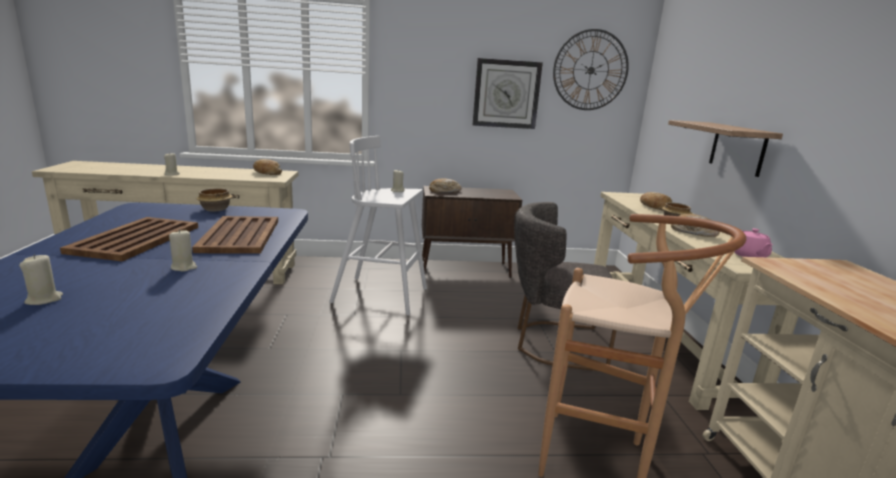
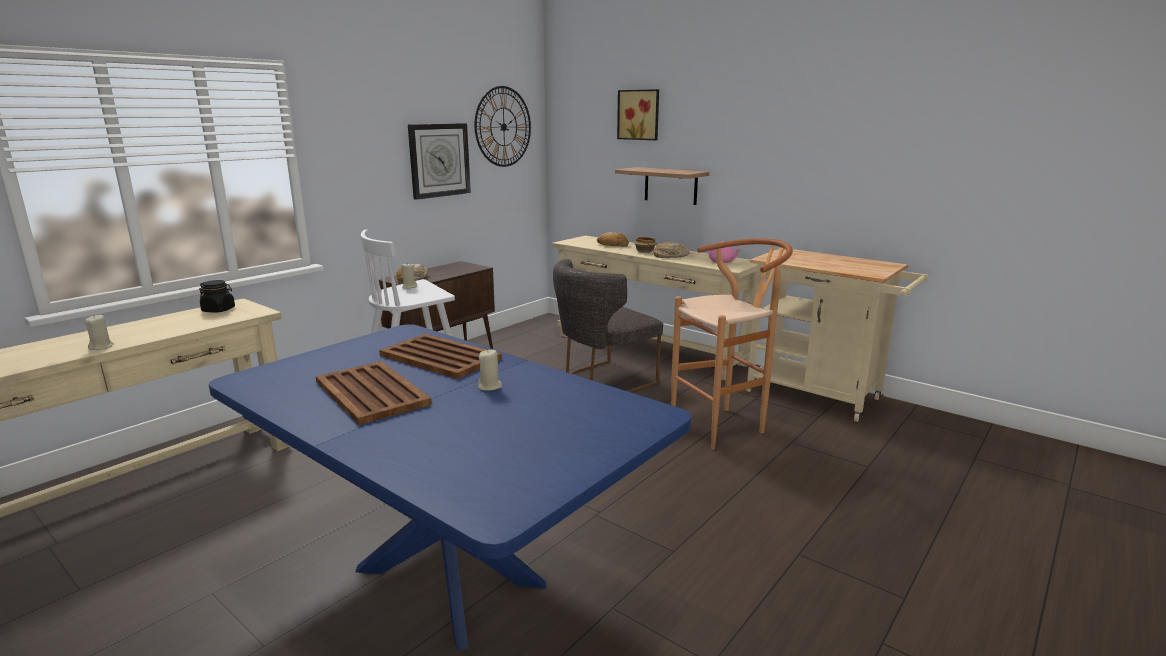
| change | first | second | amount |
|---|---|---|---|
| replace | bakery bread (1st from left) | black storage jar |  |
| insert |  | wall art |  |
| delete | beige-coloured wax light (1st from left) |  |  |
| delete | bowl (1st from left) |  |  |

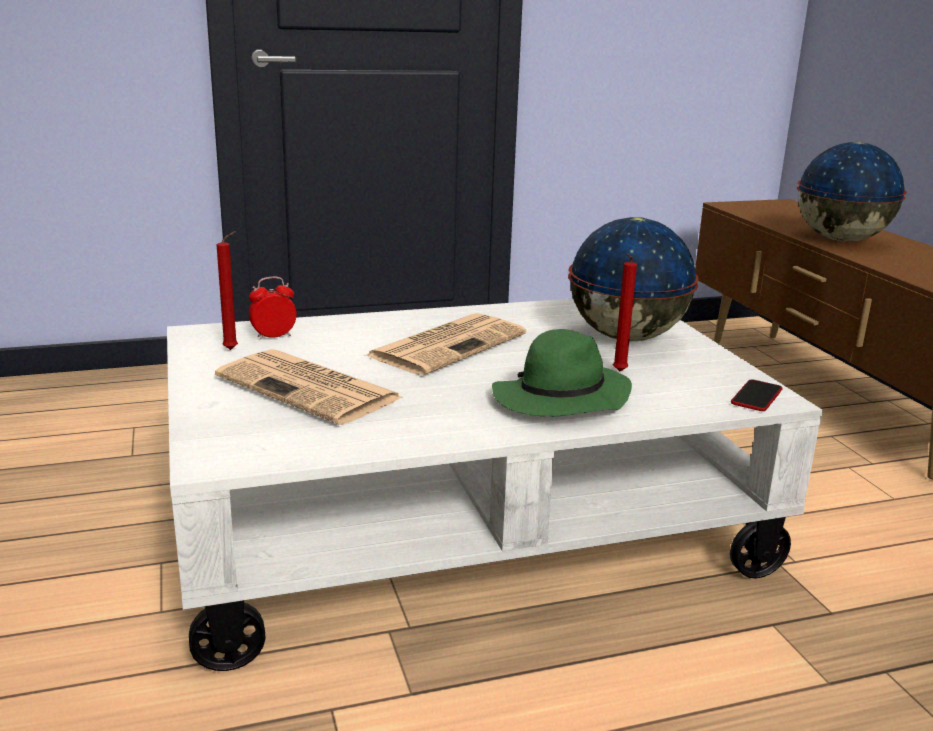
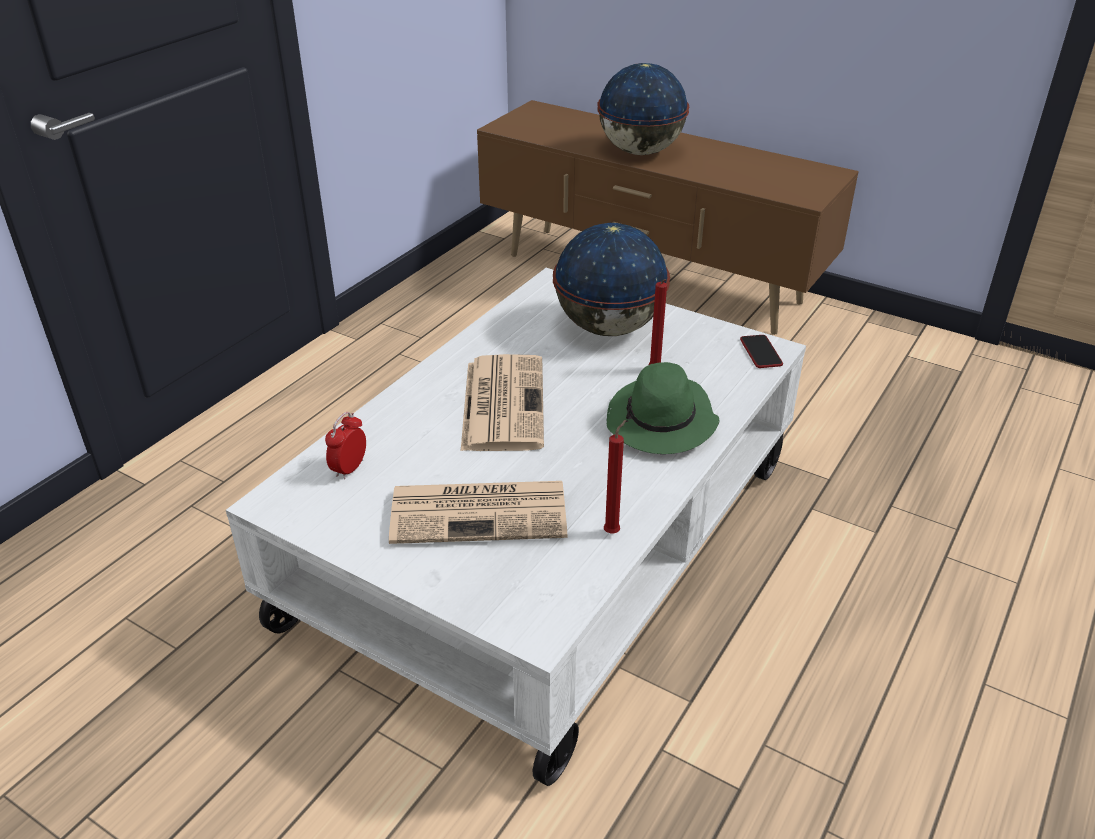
| change | first | second | amount |
|---|---|---|---|
| move | red wax light (1st from left) |  |  |

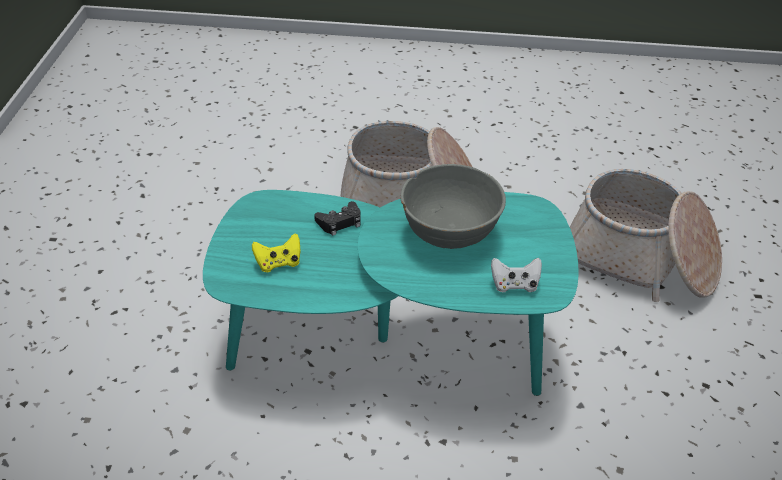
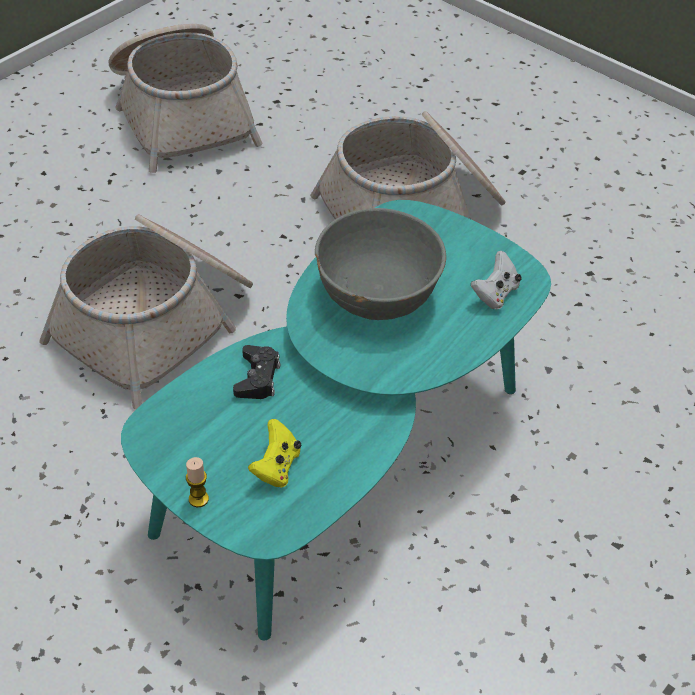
| change | first | second | amount |
|---|---|---|---|
| insert |  | storage basket (2nd from left) |  |
| insert |  | wax light |  |

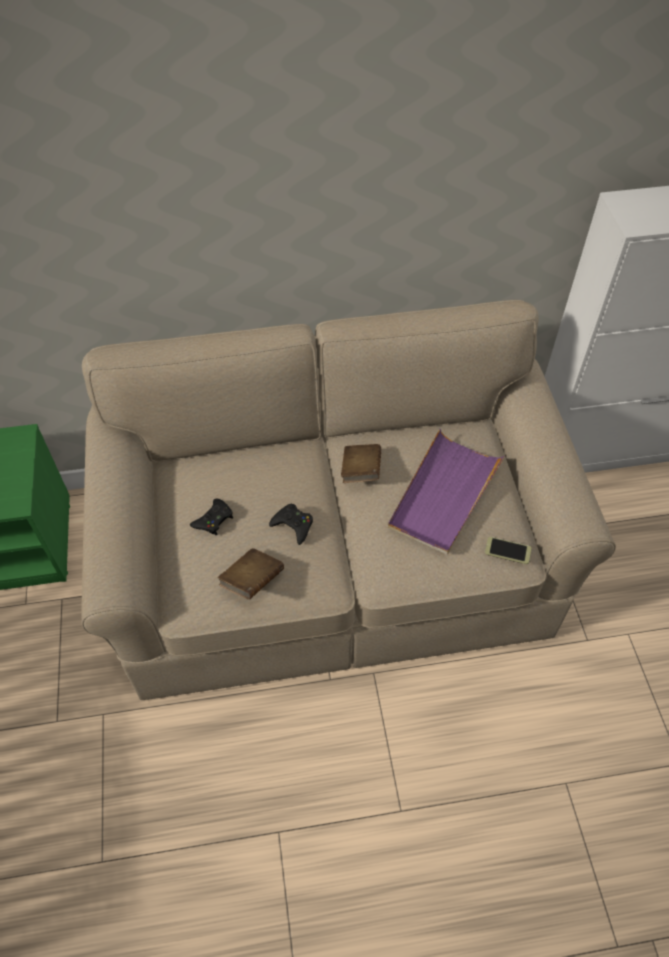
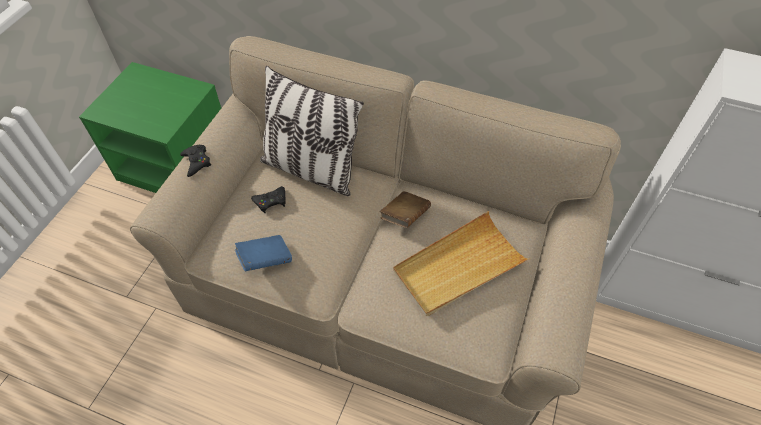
| change | first | second | amount |
|---|---|---|---|
| move | black game controller (2nd from left in the first image) | black game controller (1st from left) |  |
| recolor | brown-coloured book (1st from left) | bluish book |  |
| insert |  | throw pillow |  |
| recolor | purple-coloured carrying tray | beige-coloured carrying tray |  |
| delete | phone |  |  |

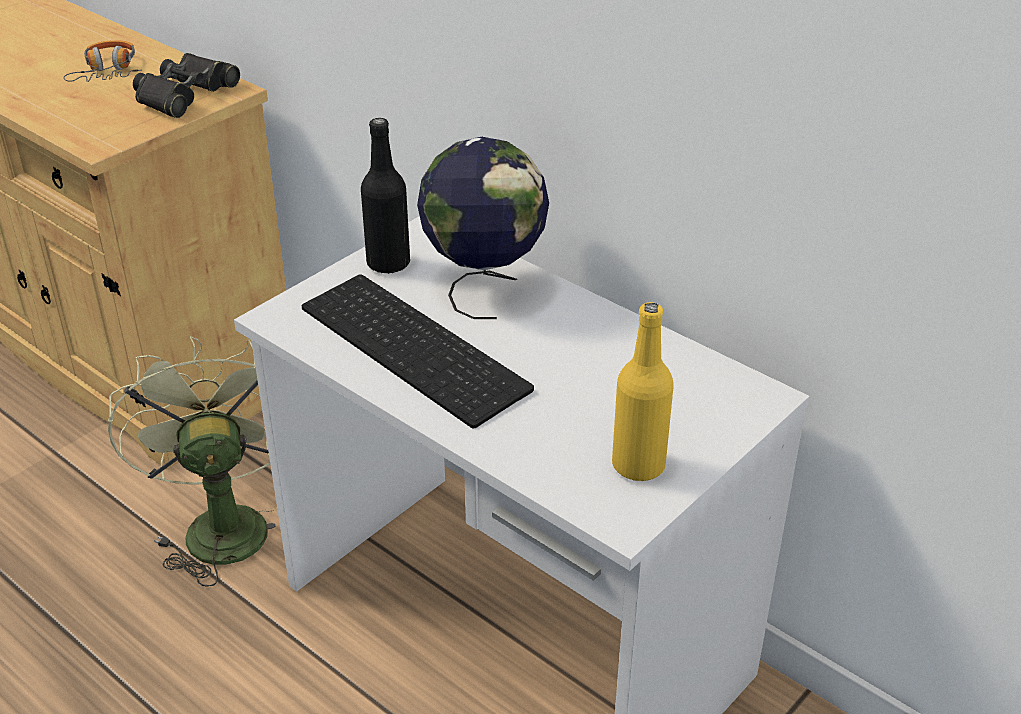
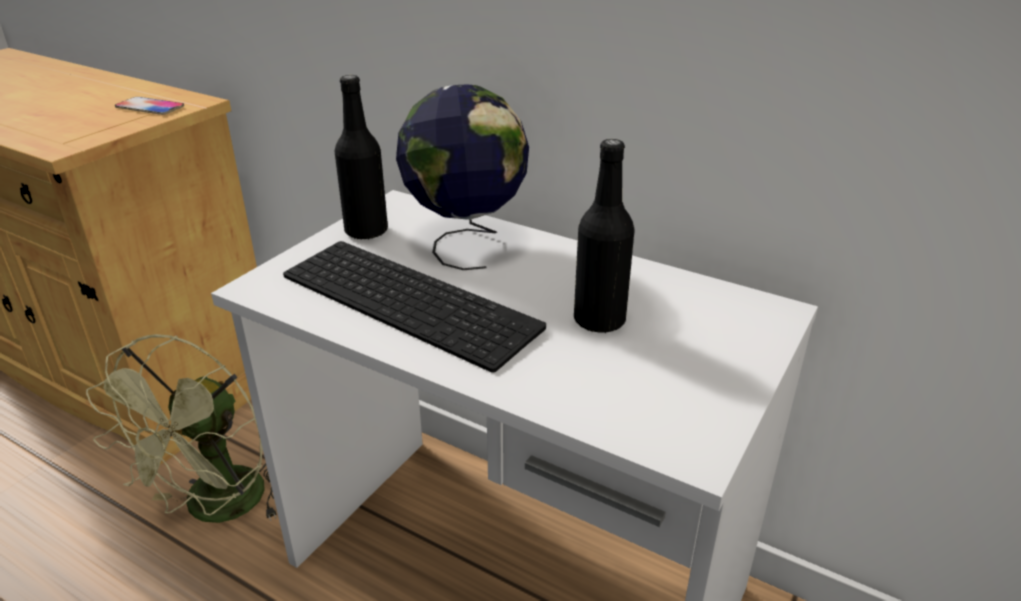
| change | first | second | amount |
|---|---|---|---|
| rotate | green-coloured cooling fan |  | 135 degrees counterclockwise |
| replace | black pair of binoculars | phone |  |
| insert |  | black beverage bottle (2nd from left) |  |
| delete | pair of headphones |  |  |
| delete | yellowish beverage bottle |  |  |

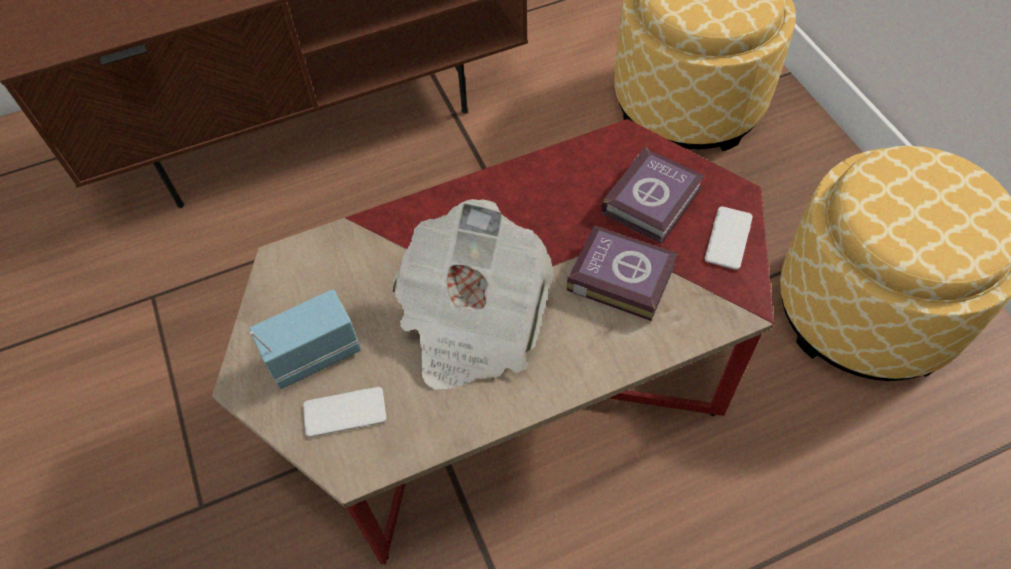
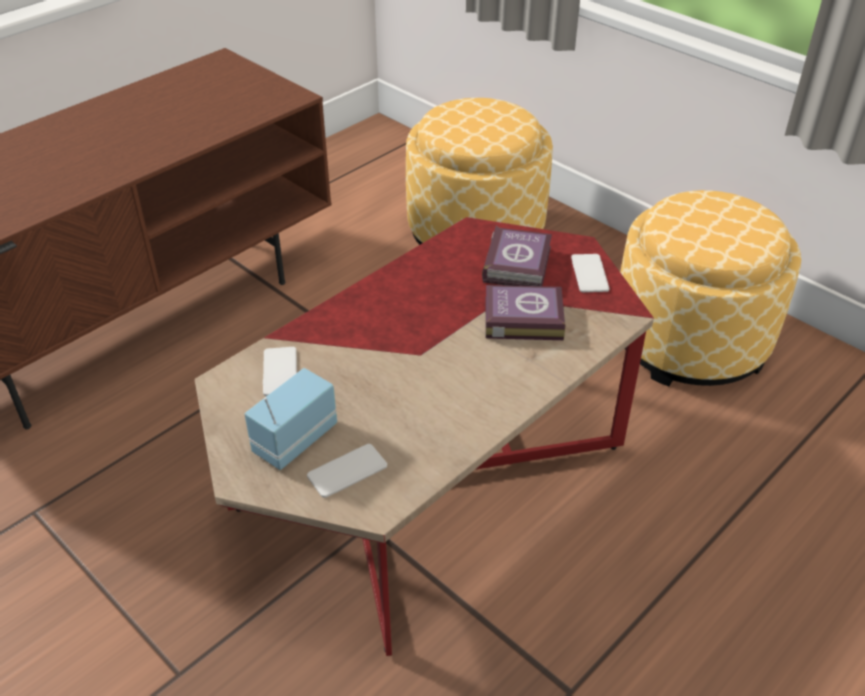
| change | first | second | amount |
|---|---|---|---|
| insert |  | phone (1st from left) |  |
| delete | daily paper |  |  |

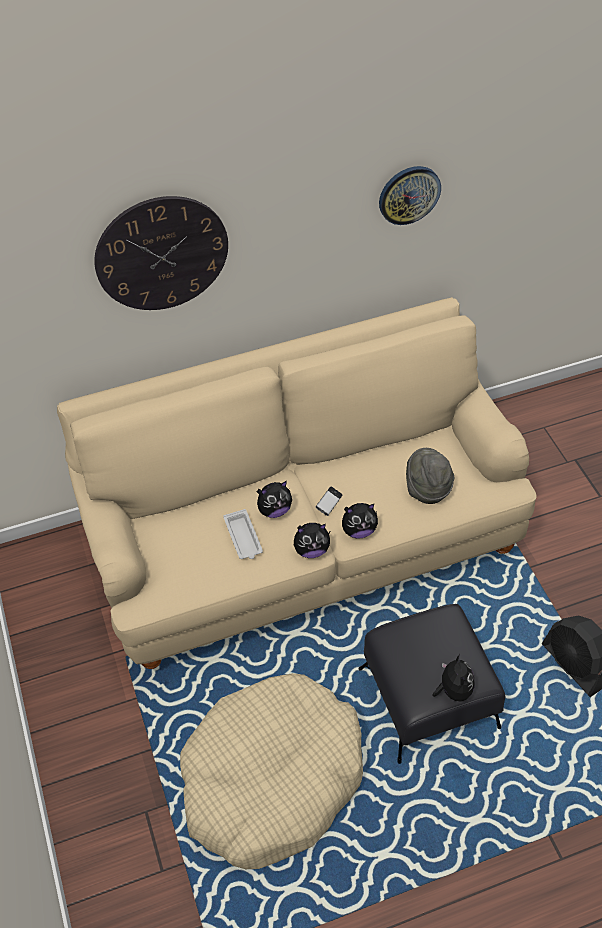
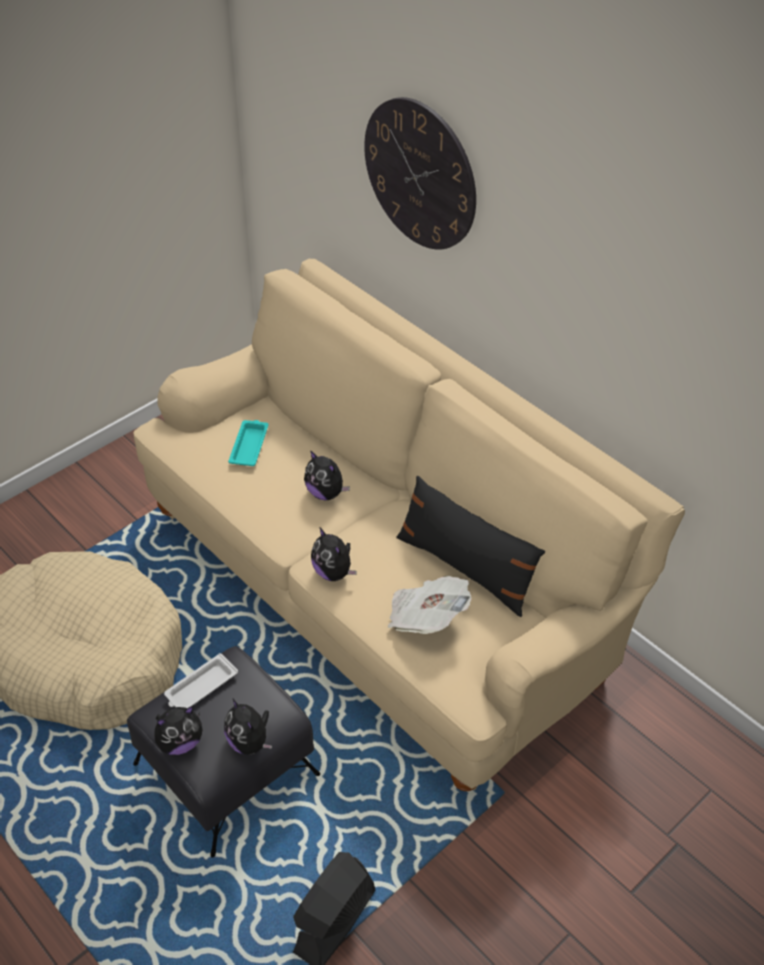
| change | first | second | amount |
|---|---|---|---|
| move | white-coloured carrying tray |  |  |
| move | plush toy (2nd from left) |  |  |
| insert |  | turquoise-coloured carrying tray |  |
| replace | gray clothing hat | daily paper |  |
| insert |  | black throw pillow |  |
| delete | phone |  |  |
| delete | wall clock (2nd from left) |  |  |

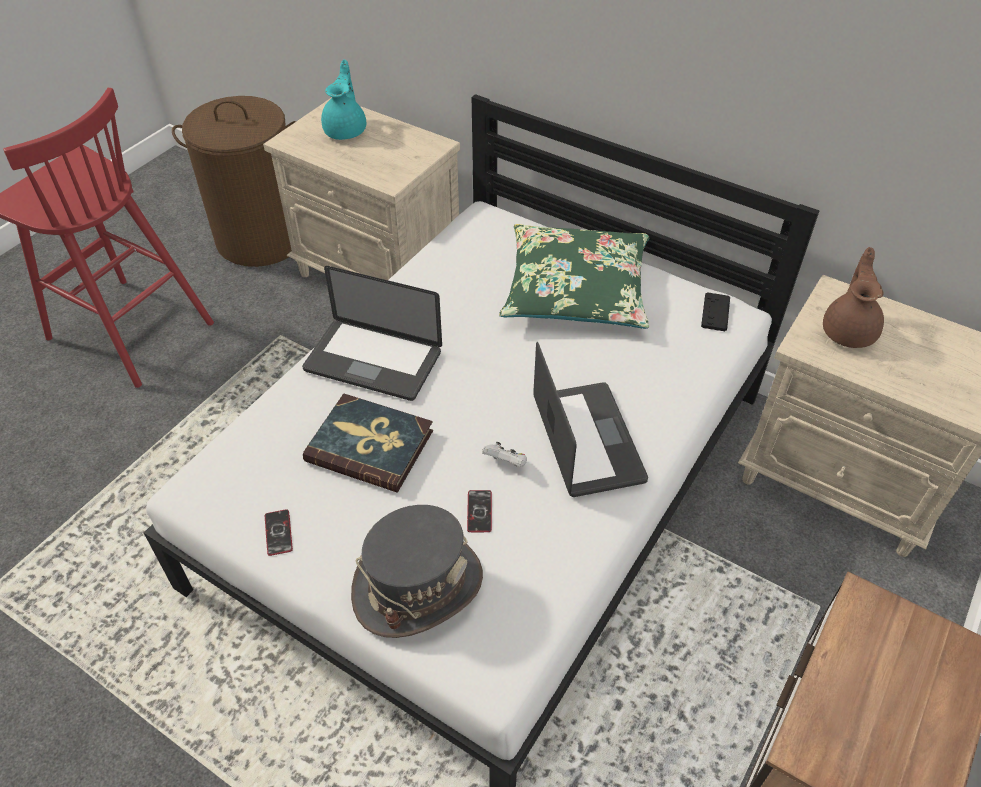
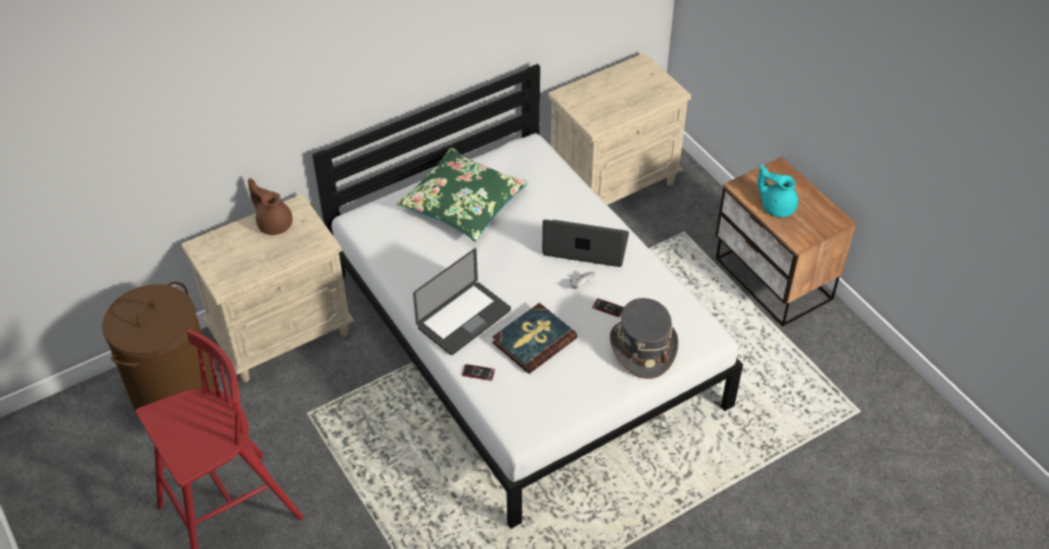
| change | first | second | amount |
|---|---|---|---|
| move | brown-coloured teapot |  |  |
| move | phone (1st from left) |  |  |
| move | turquoise-coloured teapot |  |  |
| delete | black game controller |  |  |

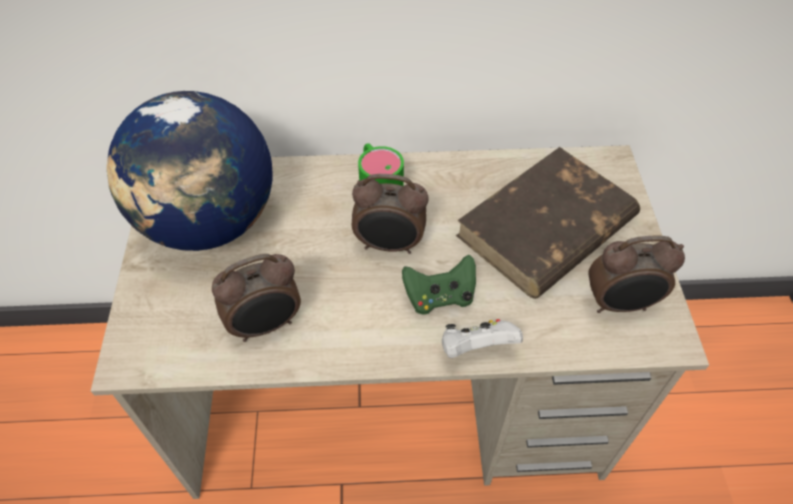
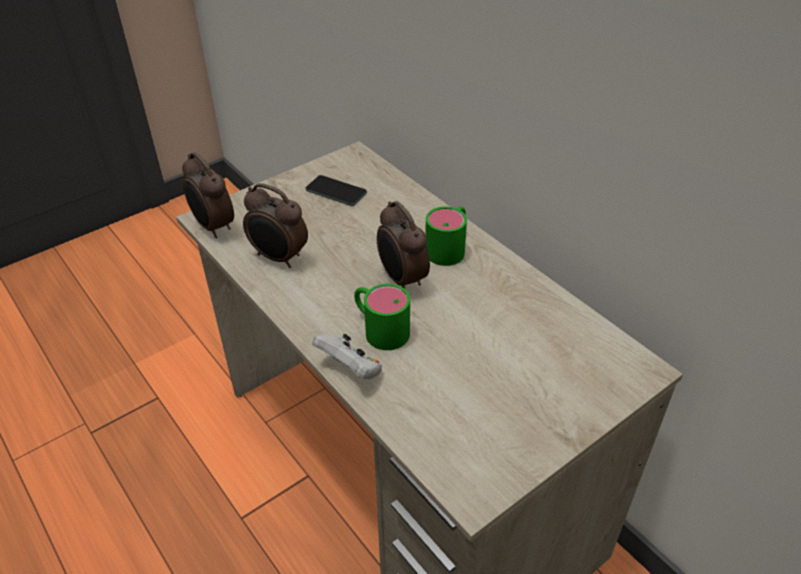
| change | first | second | amount |
|---|---|---|---|
| move | table clock (3rd from left in the first image) | table clock (1st from left) |  |
| replace | desk globe | phone |  |
| replace | green-coloured game controller | green-coloured mug (1st from left) |  |
| delete | brown-coloured book |  |  |

